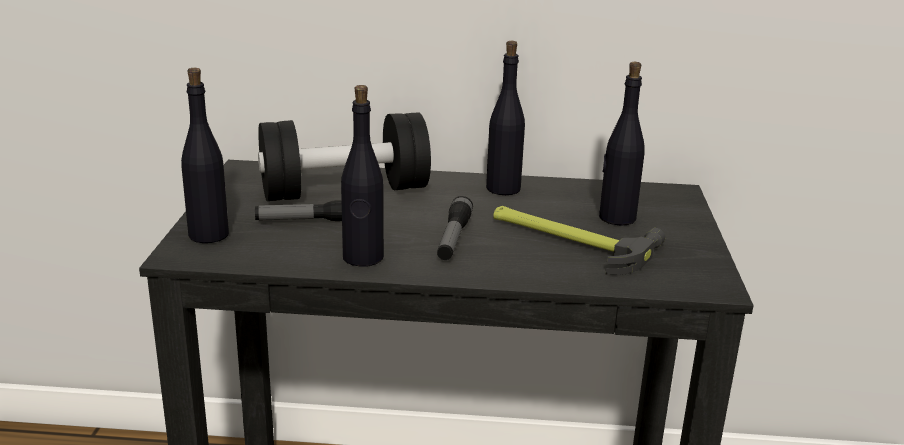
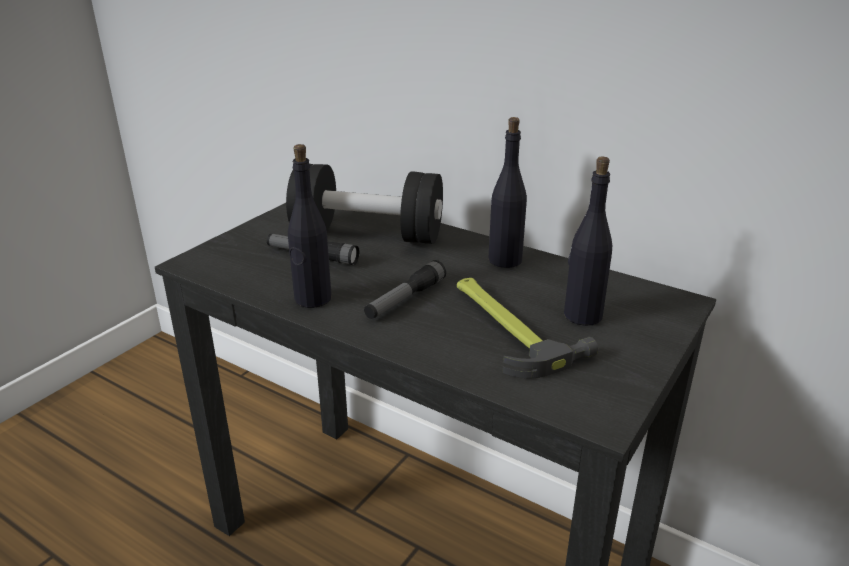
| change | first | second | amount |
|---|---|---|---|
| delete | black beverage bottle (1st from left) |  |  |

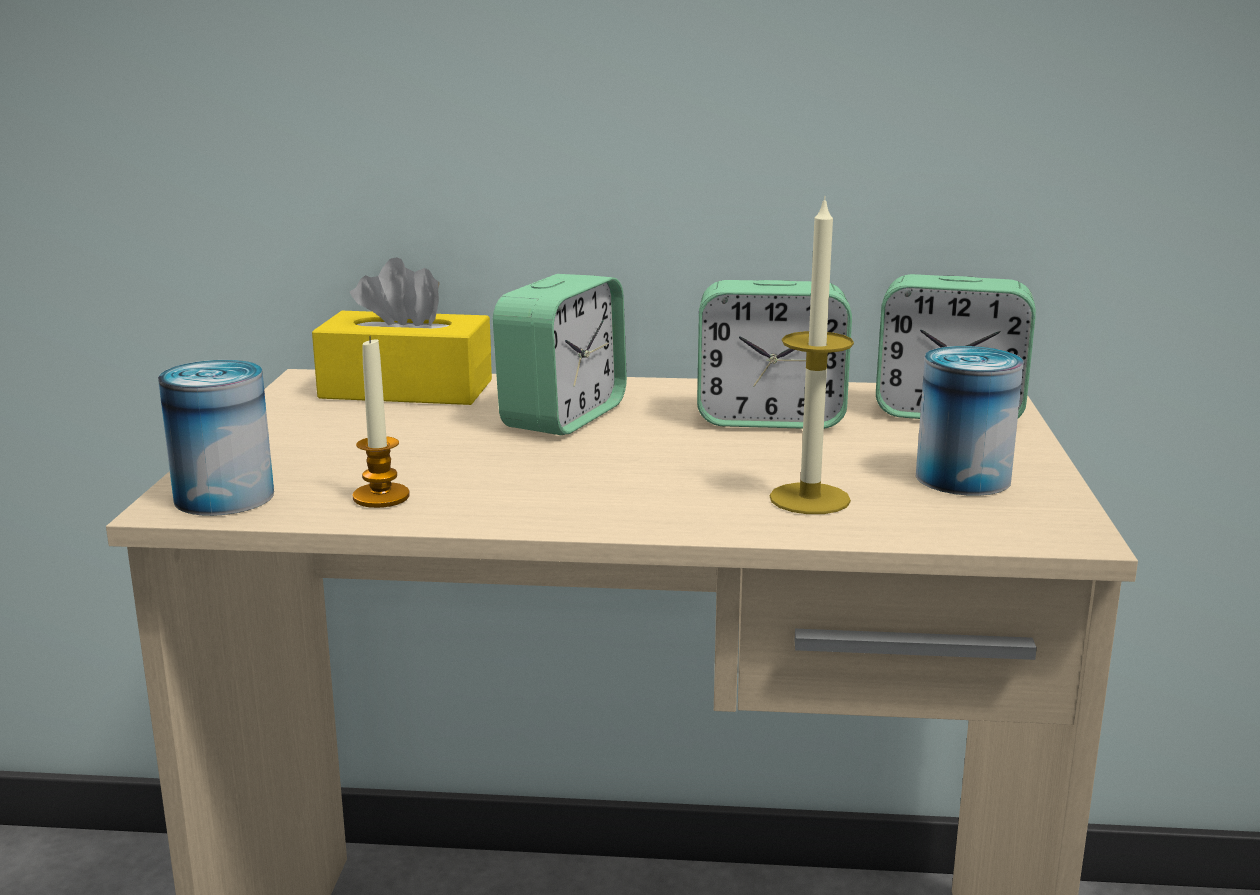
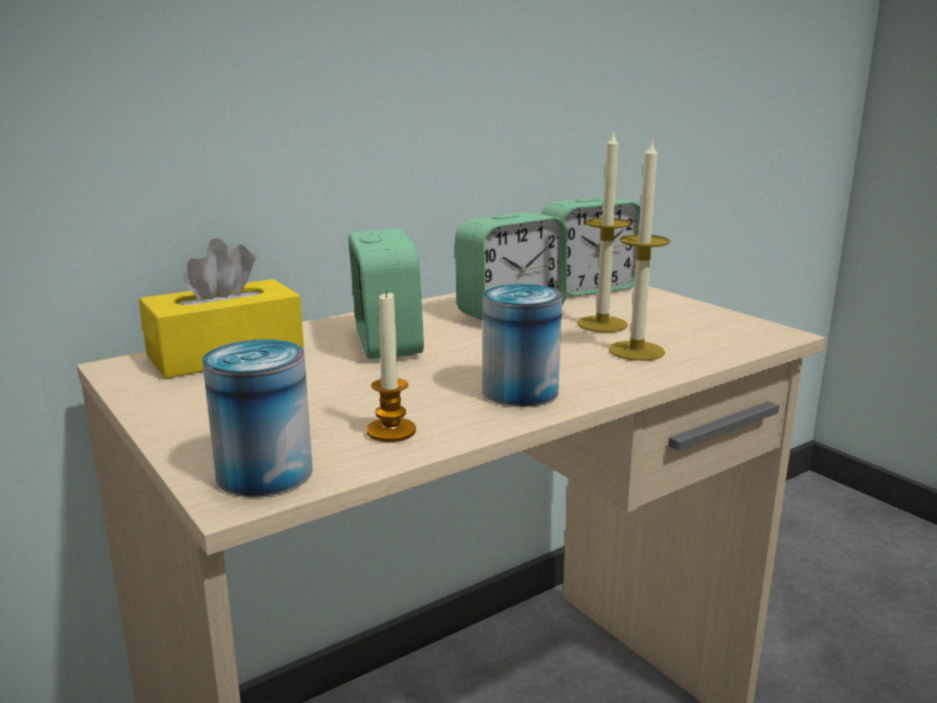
| change | first | second | amount |
|---|---|---|---|
| move | metal can (2nd from left) |  |  |
| insert |  | wax light (2nd from left) |  |

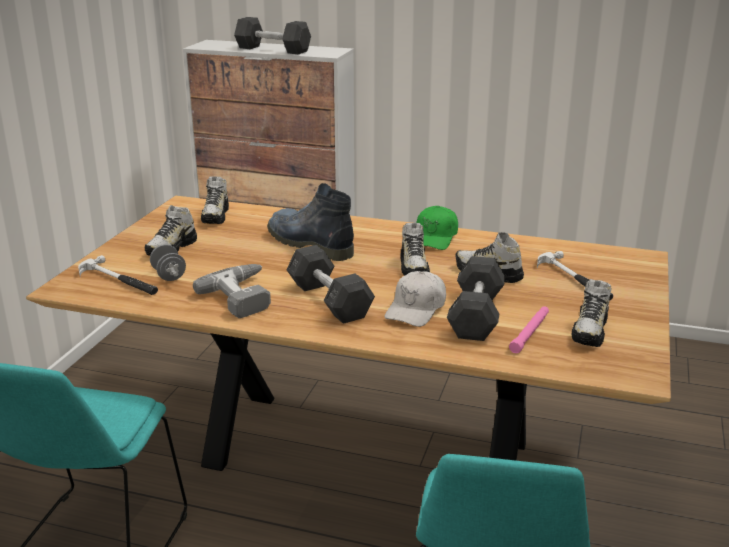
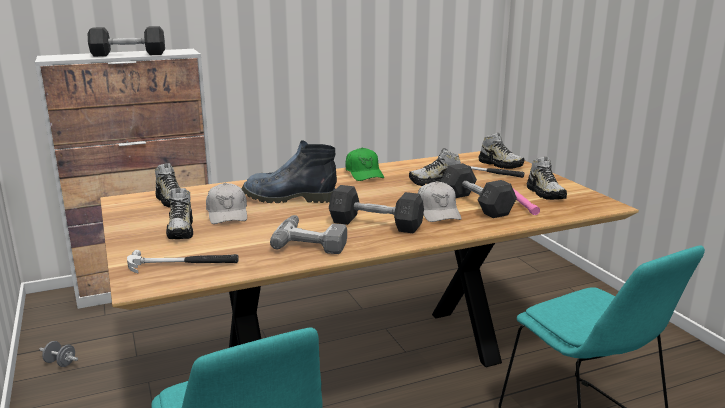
| change | first | second | amount |
|---|---|---|---|
| move | gray dumbbell (1st from left) |  |  |
| insert |  | white-coloured peaked cap (1st from left) |  |
| move | item of footwear (3rd from left in the first image) | item of footwear (4th from left) |  |

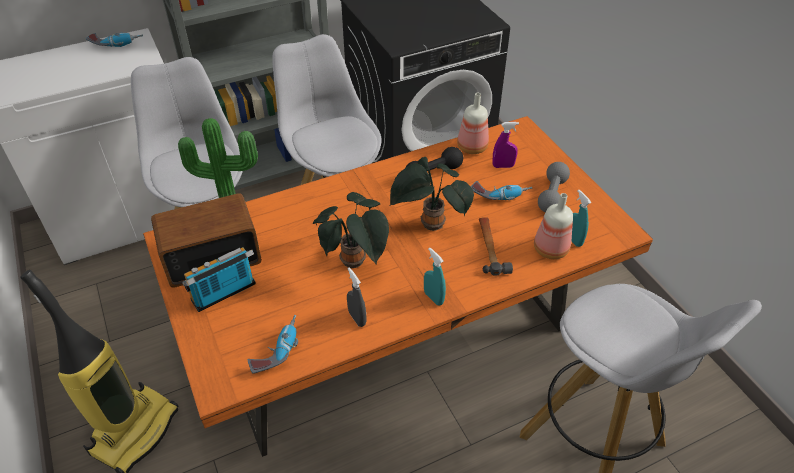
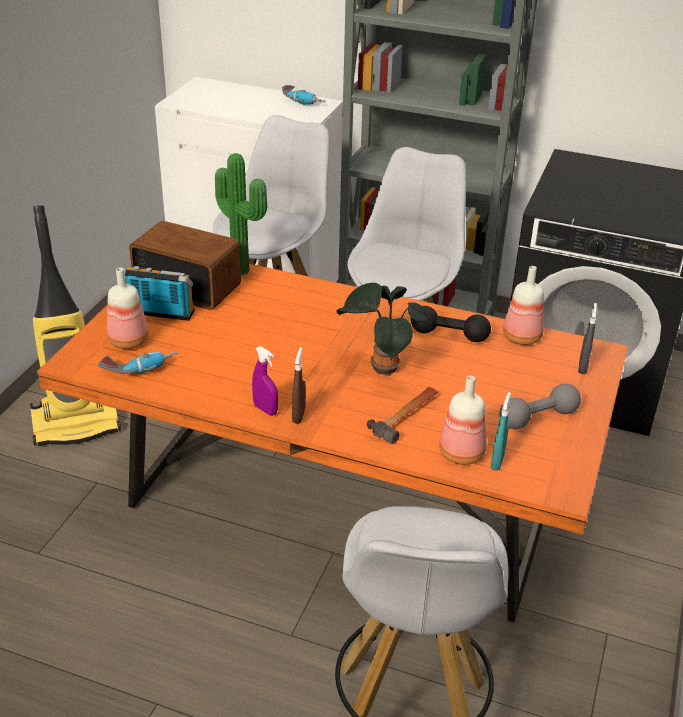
| change | first | second | amount |
|---|---|---|---|
| insert |  | beverage bottle (1st from left) |  |
| move | purple-coloured sprayer |  |  |
| recolor | turquoise-coloured sprayer (1st from left) | brown-coloured sprayer |  |
| move | gray sprayer |  |  |
| delete | houseplant (2nd from left) |  |  |
| delete | drill (3rd from left) |  |  |

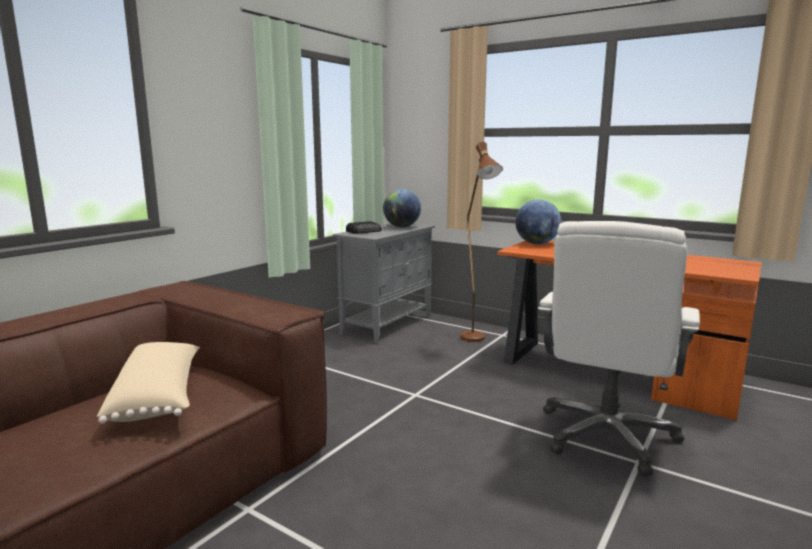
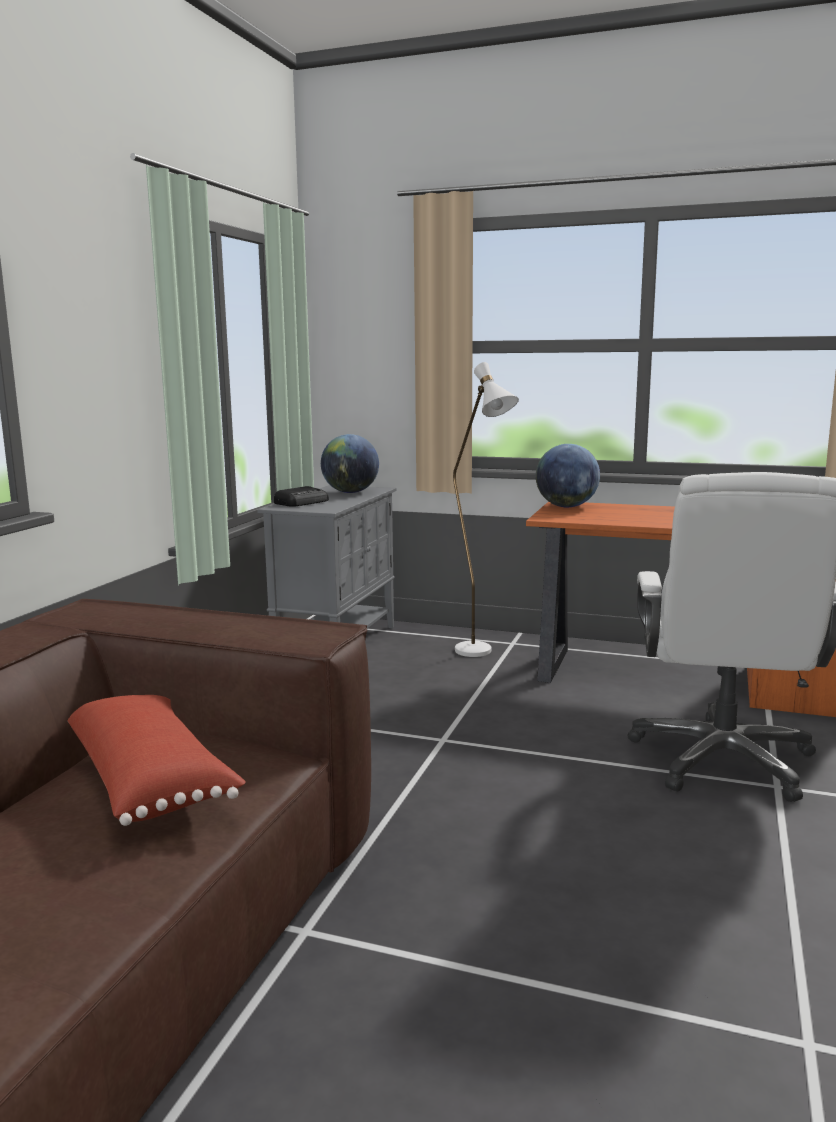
| change | first | second | amount |
|---|---|---|---|
| recolor | beige-coloured throw pillow | red throw pillow |  |
| recolor | brown-coloured standing lamp | white-coloured standing lamp |  |

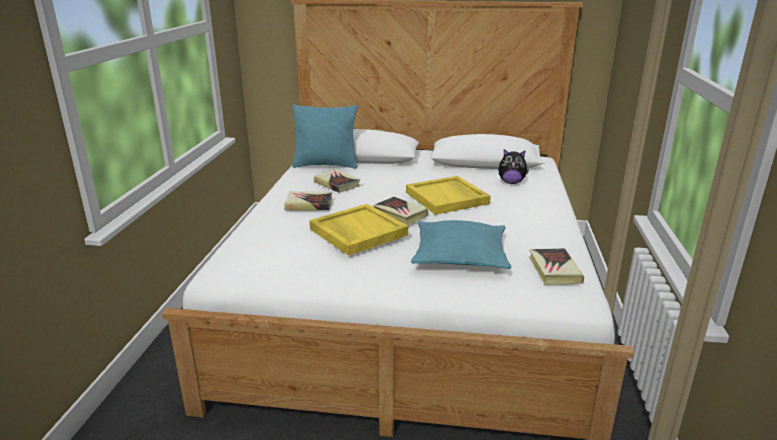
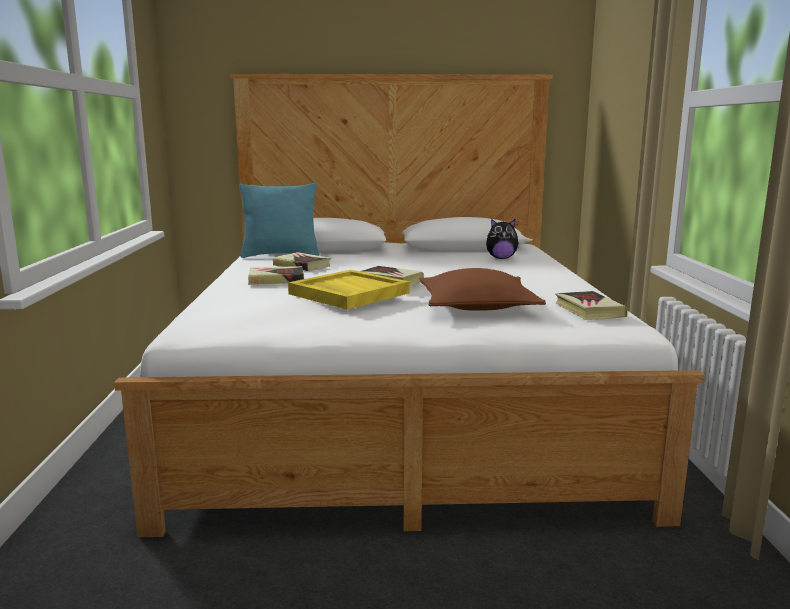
| change | first | second | amount |
|---|---|---|---|
| recolor | turquoise-coloured throw pillow (2nd from left) | brown-coloured throw pillow |  |
| delete | yellowish carrying tray (2nd from left) |  |  |

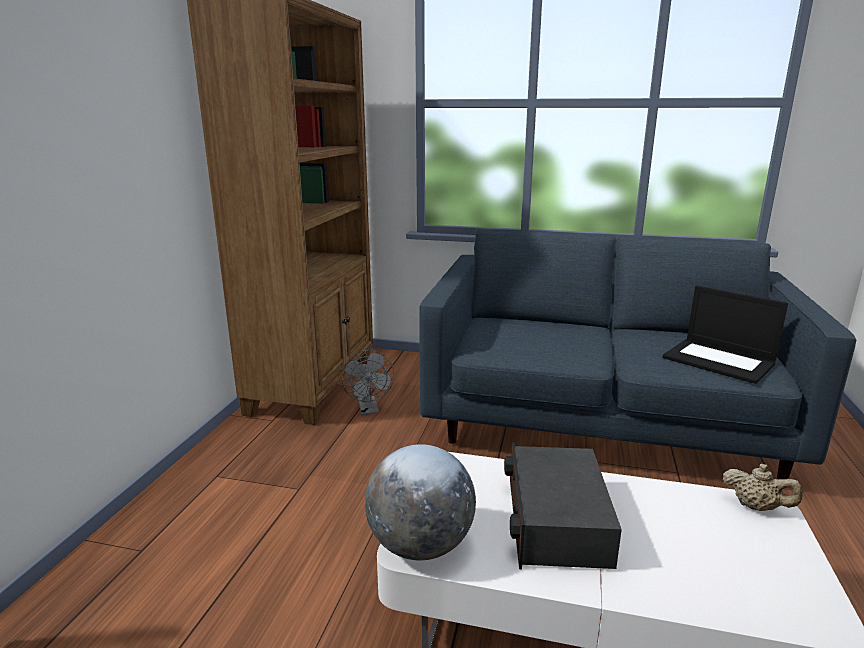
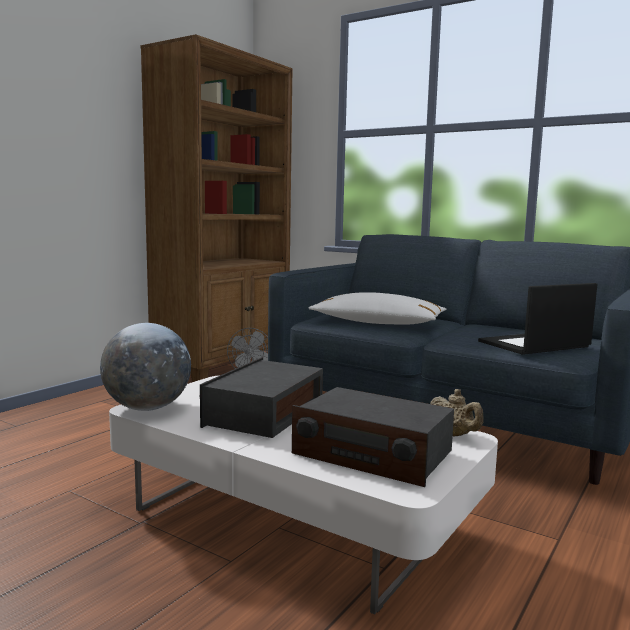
| change | first | second | amount |
|---|---|---|---|
| insert |  | radio set (2nd from left) |  |
| insert |  | white-coloured throw pillow |  |
| rotate | laptop |  | 90 degrees clockwise |

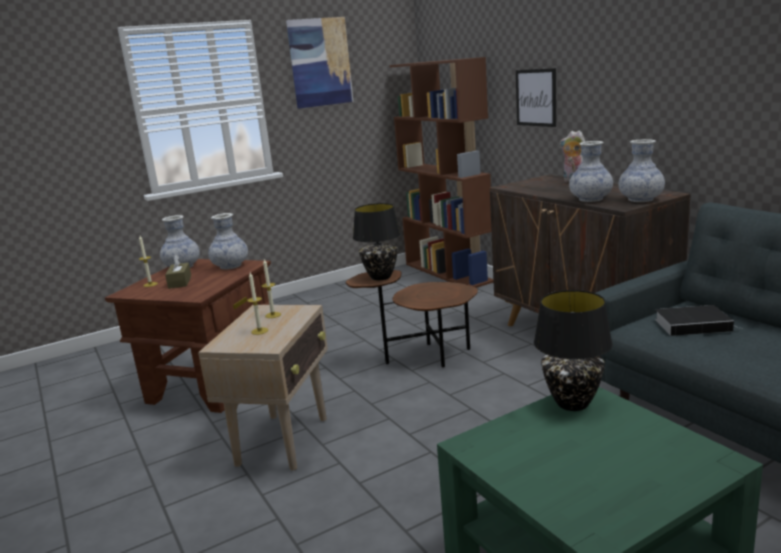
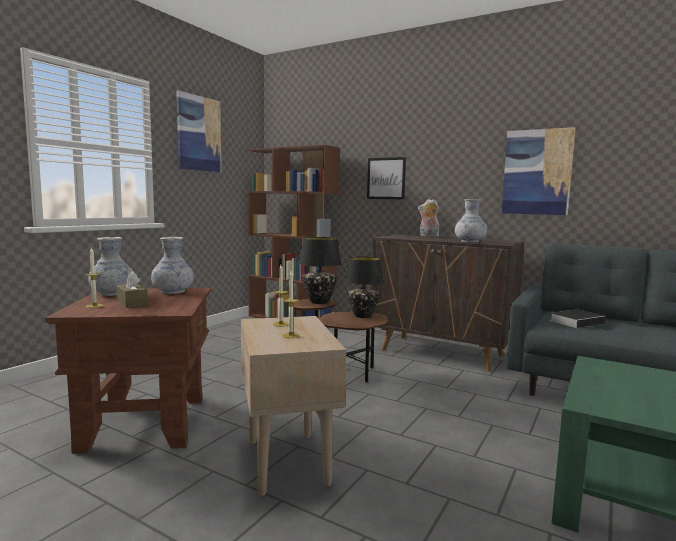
| change | first | second | amount |
|---|---|---|---|
| move | black tabletop lamp (2nd from left) |  |  |
| insert |  | wall art (3rd from left) |  |
| delete | vase (4th from left) |  |  |

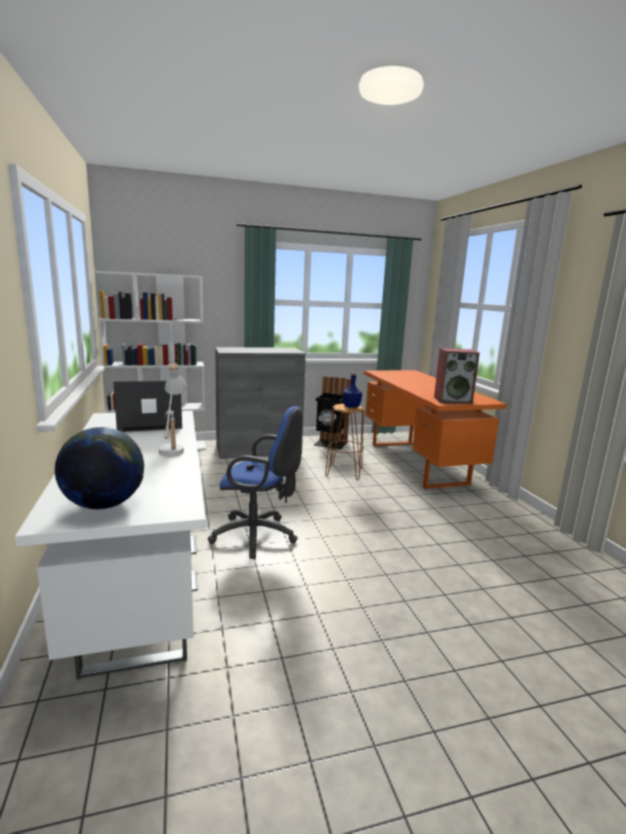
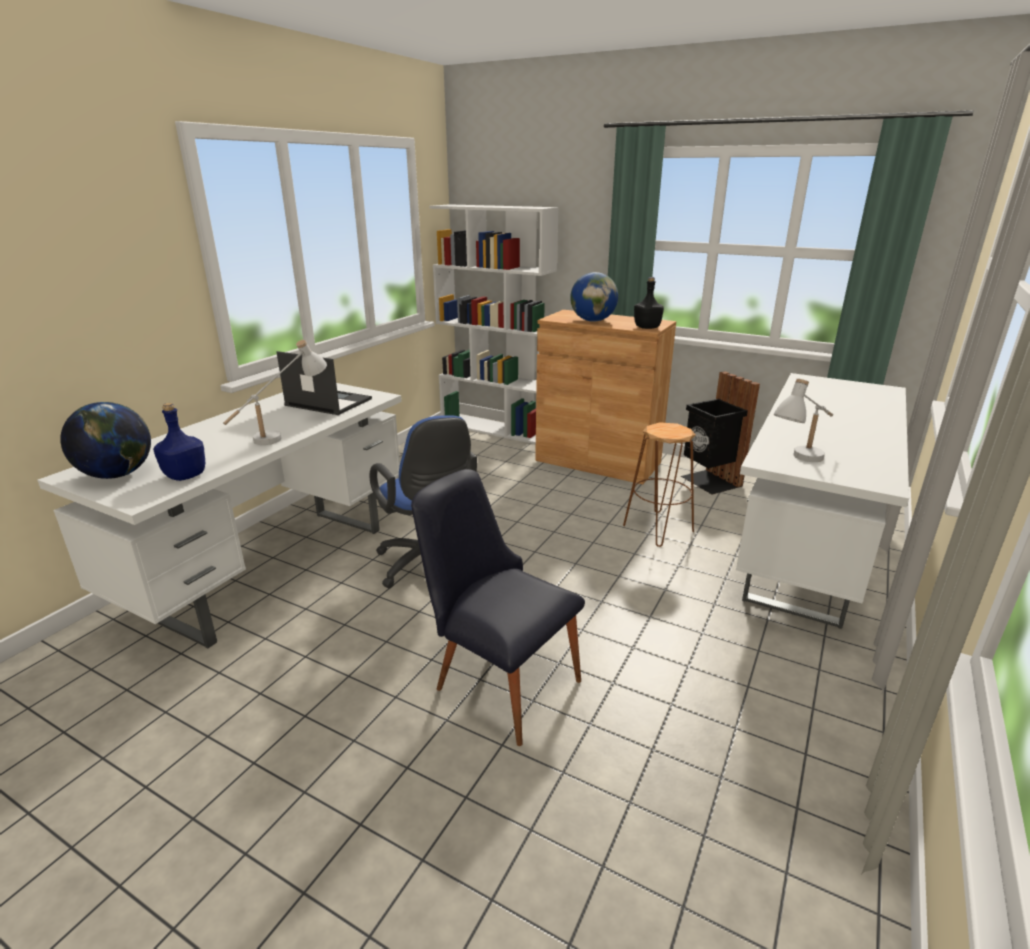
| change | first | second | amount |
|---|---|---|---|
| move | bluish beverage bottle |  |  |
| insert |  | black chair |  |
| recolor | gray cabinet | brown-coloured cabinet |  |
| insert |  | desk globe (2nd from left) |  |
| insert |  | black beverage bottle |  |
| recolor | orange-coloured desk | white-coloured desk (2nd from left) |  |
| replace | speaker | white-coloured tabletop lamp (2nd from left) |  |

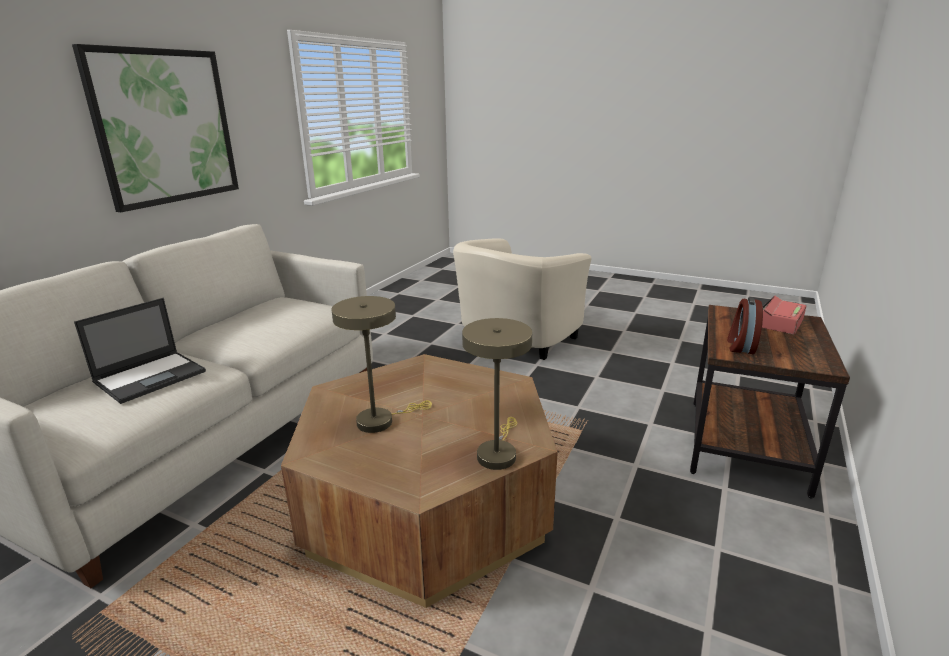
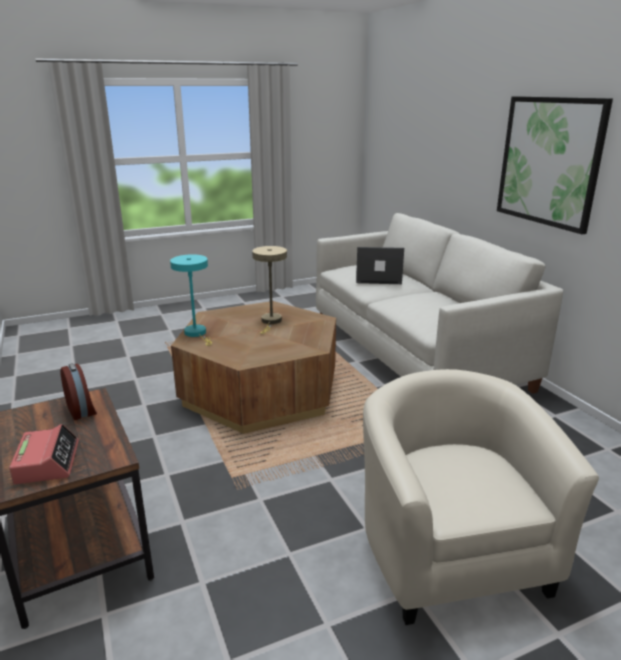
| change | first | second | amount |
|---|---|---|---|
| recolor | beige-coloured tabletop lamp (2nd from left) | turquoise-coloured tabletop lamp |  |
| rotate | laptop |  | 105 degrees clockwise |

